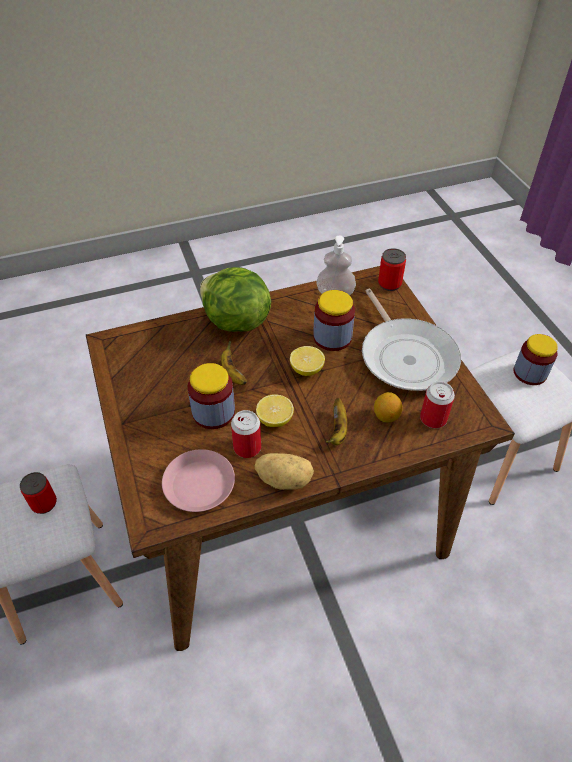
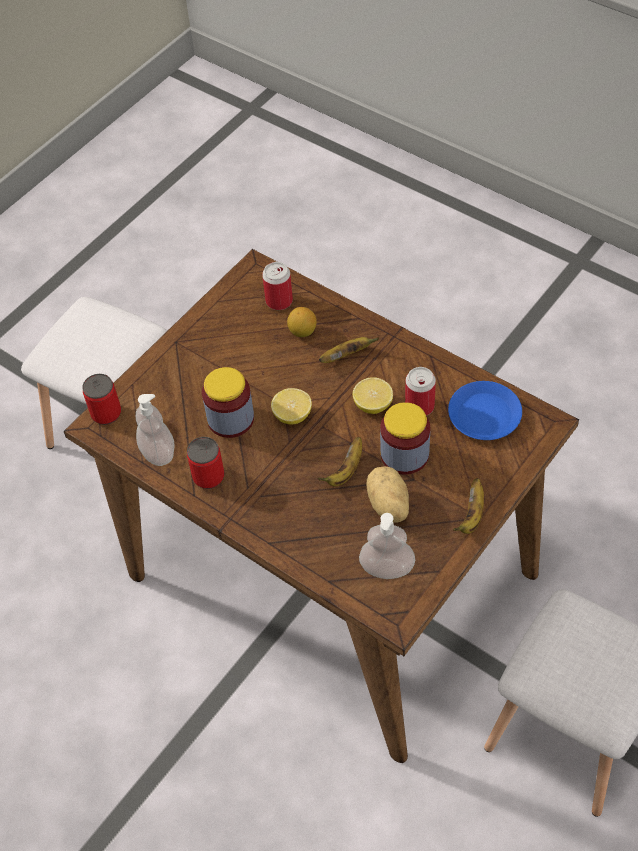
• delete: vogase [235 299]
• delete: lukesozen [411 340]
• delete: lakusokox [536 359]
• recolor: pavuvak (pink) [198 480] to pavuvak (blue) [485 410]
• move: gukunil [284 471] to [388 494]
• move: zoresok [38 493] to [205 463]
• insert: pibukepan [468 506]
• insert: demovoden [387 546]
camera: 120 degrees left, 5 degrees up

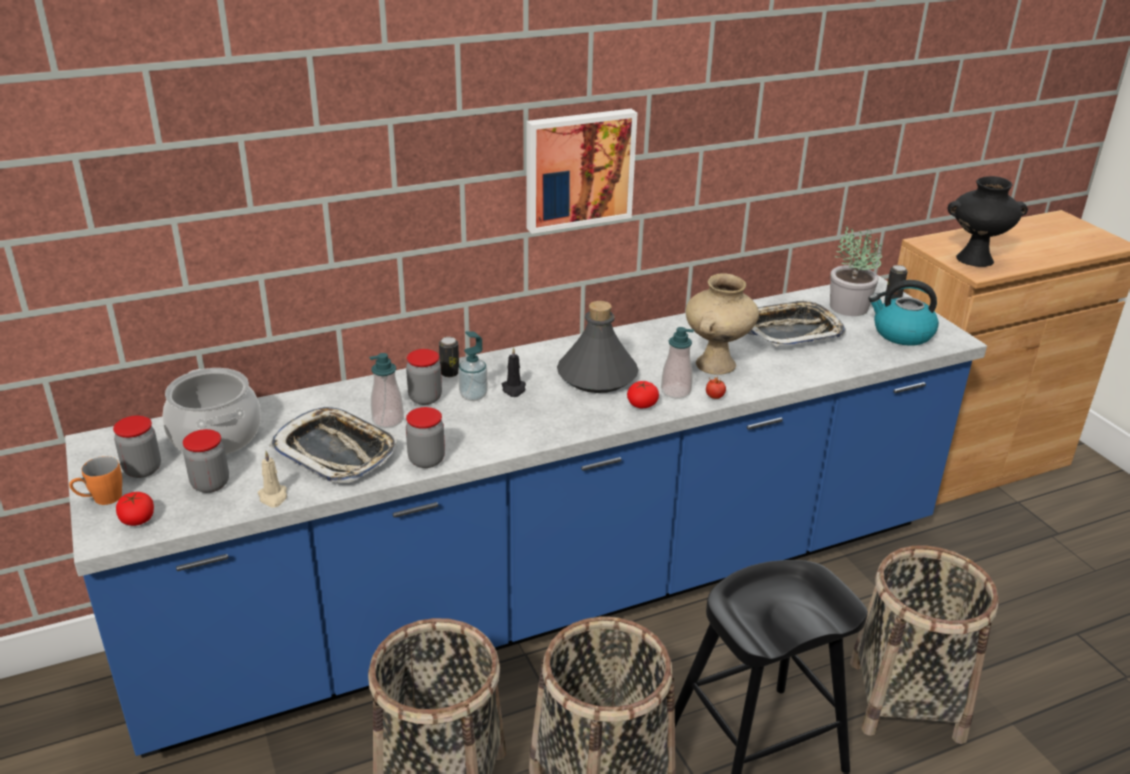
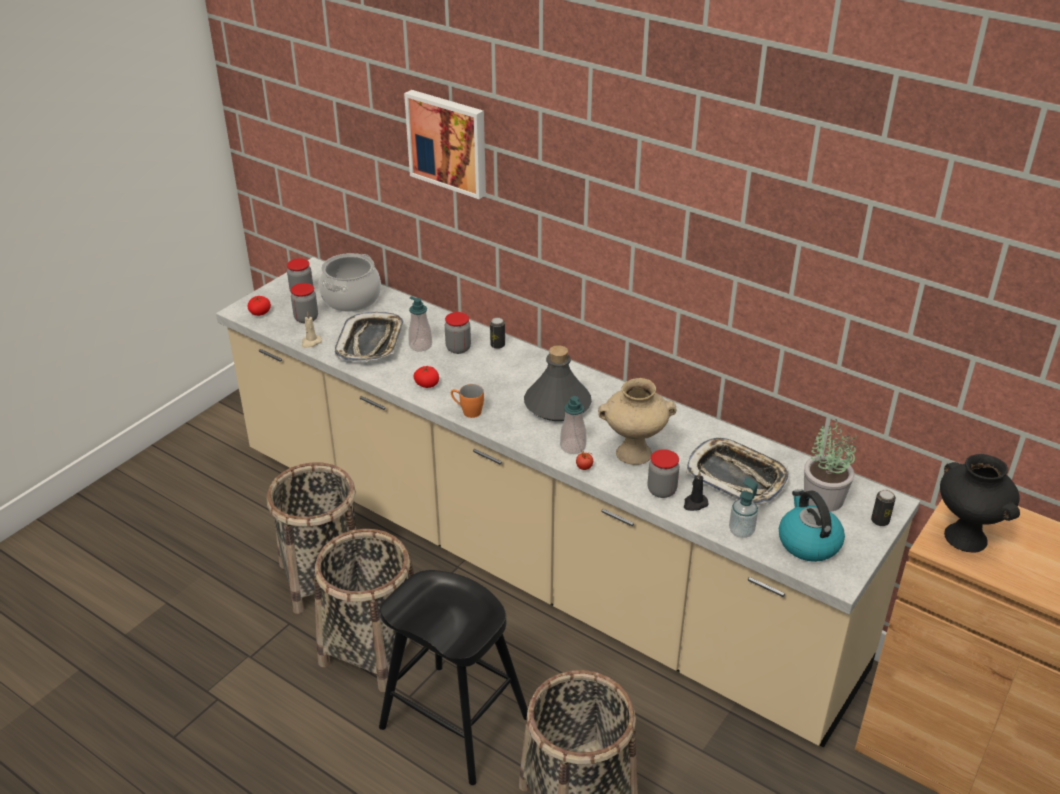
• move: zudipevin [581 171] to [445 144]
• recolor: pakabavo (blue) [526 516] to pakabavo (beige) [568 502]
• move: demovoden [473 366] to [743 507]
• move: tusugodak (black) [514 372] to [696 490]
• move: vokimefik [643 394] to [426 377]
• move: lakusokox [425 437] to [663 473]
• move: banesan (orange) [95 480] to [467 401]
camera: 60 degrees right, 5 degrees up

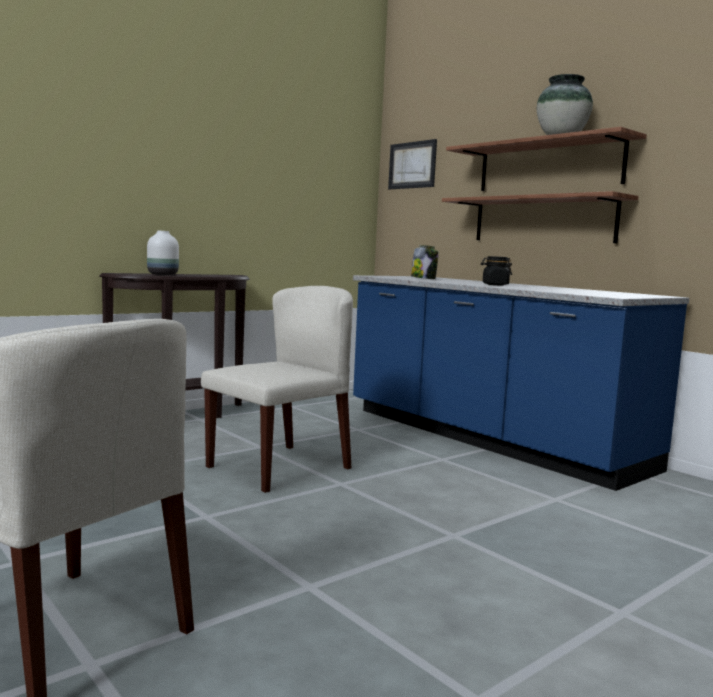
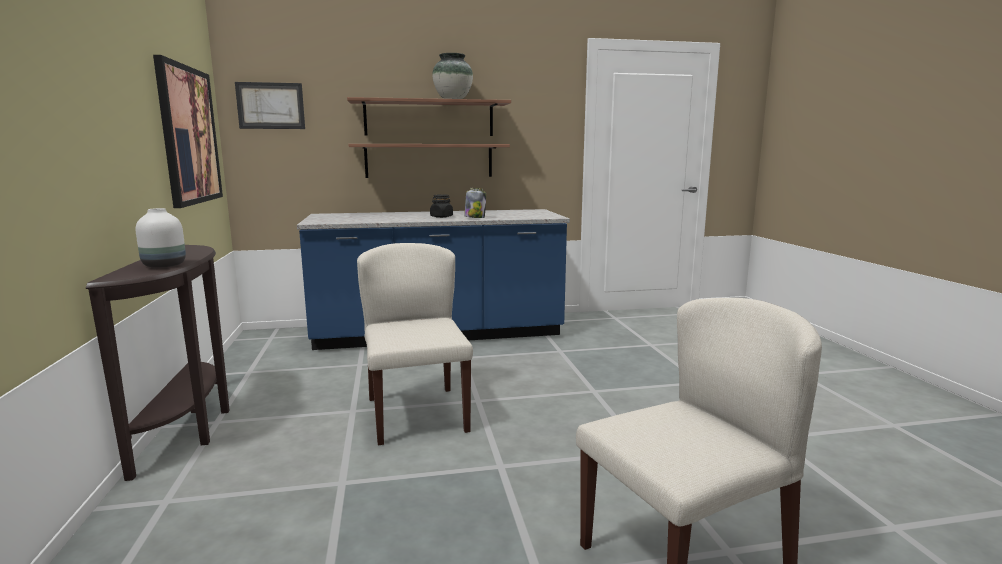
• move: lakusokox [425 262] to [475 203]
• insert: zudipevin [188 131]
camera: 60 degrees left, 5 degrees up

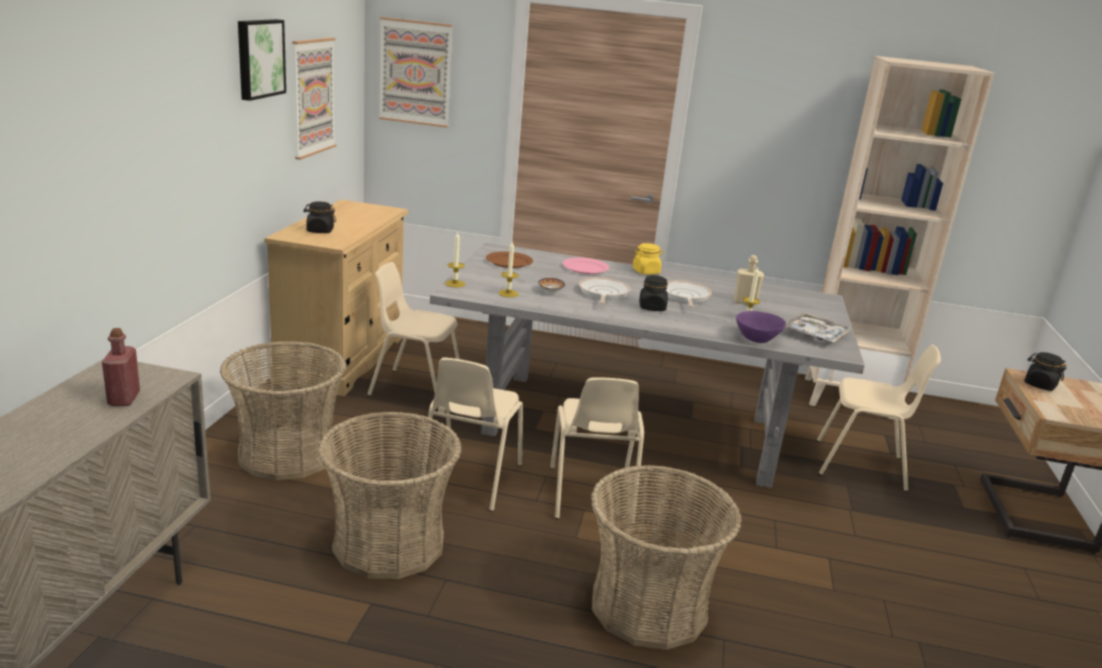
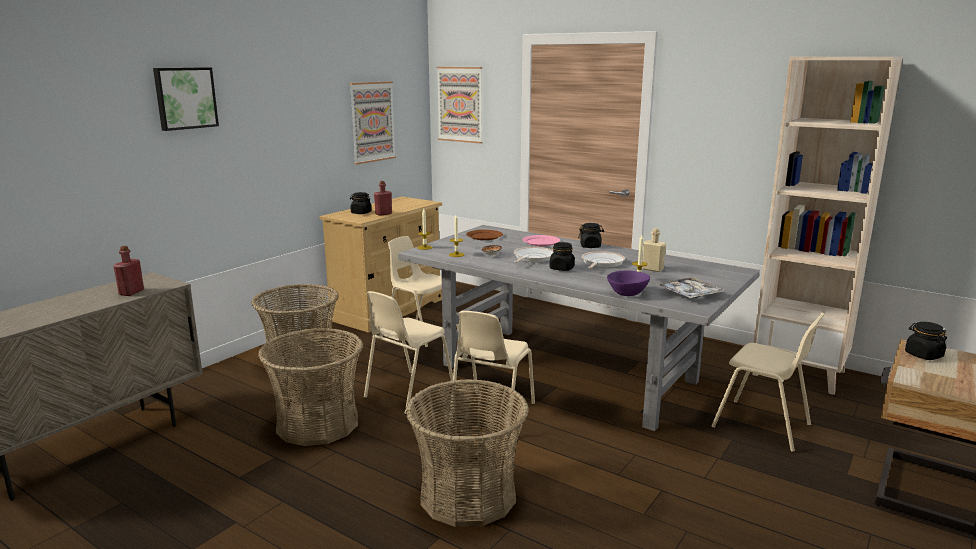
• move: zudipevin [262 60] to [186 99]
• recolor: lakusokox (yellow) [648 259] to lakusokox (black) [591 235]
• insert: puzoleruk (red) [383 198]
camera: 25 degrees right, 5 degrees down

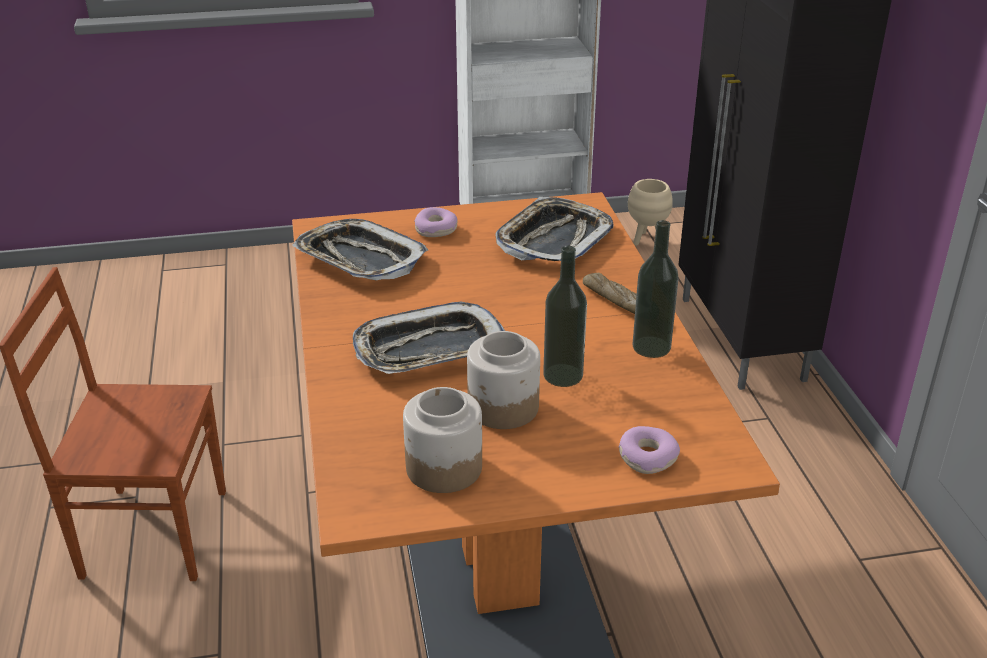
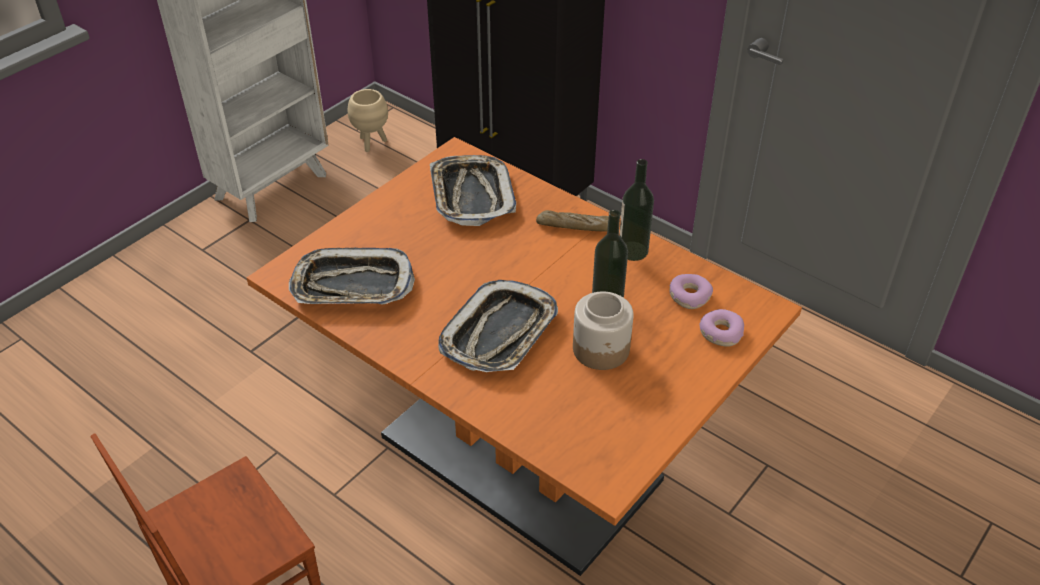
• move: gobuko [436 222] to [691 291]
• delete: lakusokox [442 440]
camera: 40 degrees left, 10 degrees up

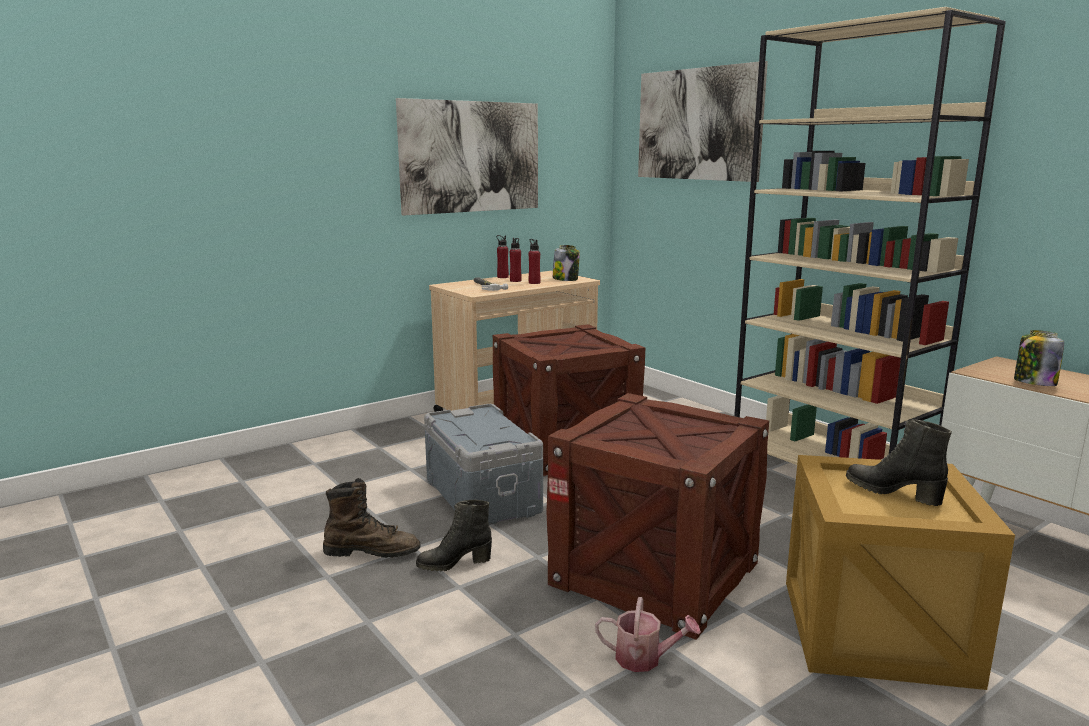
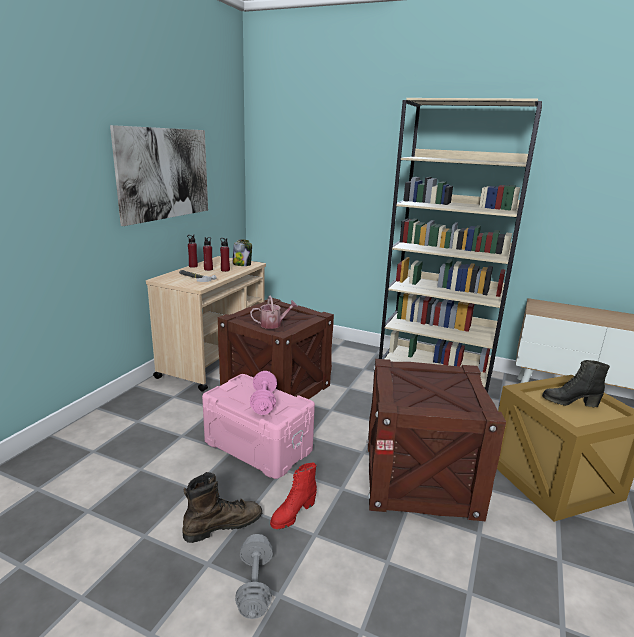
• delete: zudipevin [703 121]
• delete: lakusokox [1039 358]
• recolor: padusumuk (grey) [483 464] to padusumuk (pink) [258 426]
• recolor: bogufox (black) [454 536] to bogufox (red) [293 496]
• move: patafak [648 634] to [274 312]
• insert: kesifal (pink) [263 393]
• insert: kesifal (grey) [254 576]
camera: 30 degrees left, 5 degrees up

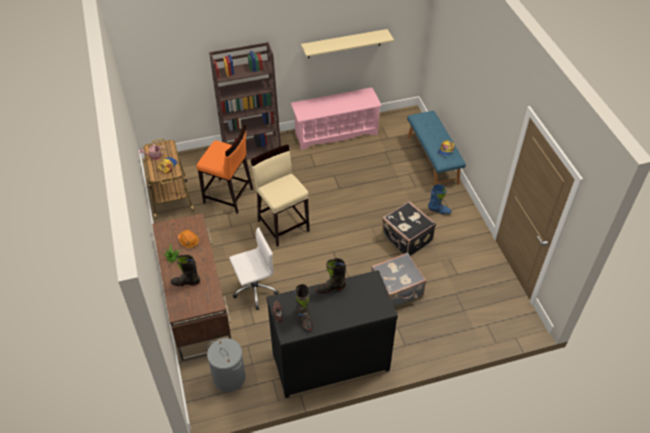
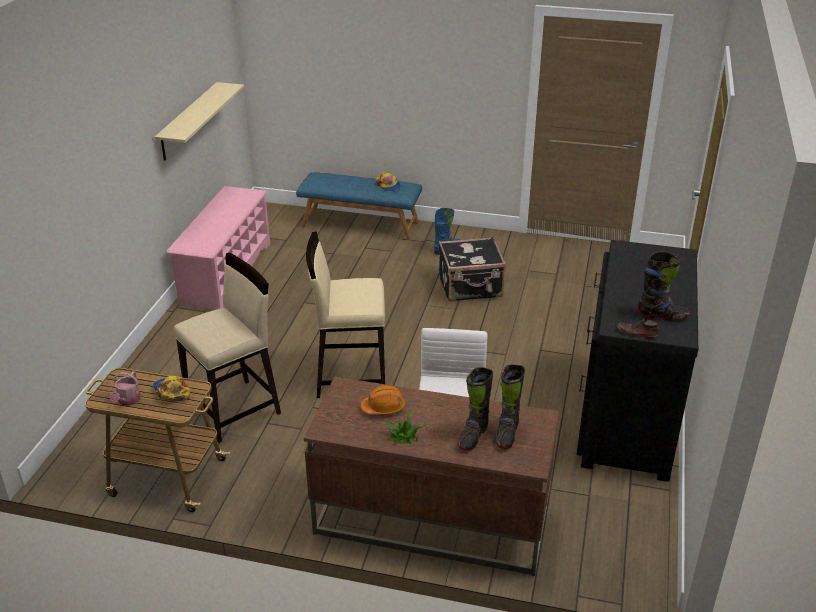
• delete: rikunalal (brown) [245 101]
• recolor: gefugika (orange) [224 169] to gefugika (beige) [227 348]
• delete: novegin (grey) [398 279]
• move: bogufox (black) [330 276] to [510 406]
• delete: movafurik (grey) [226 365]
camera: 60 degrees left, 15 degrees down

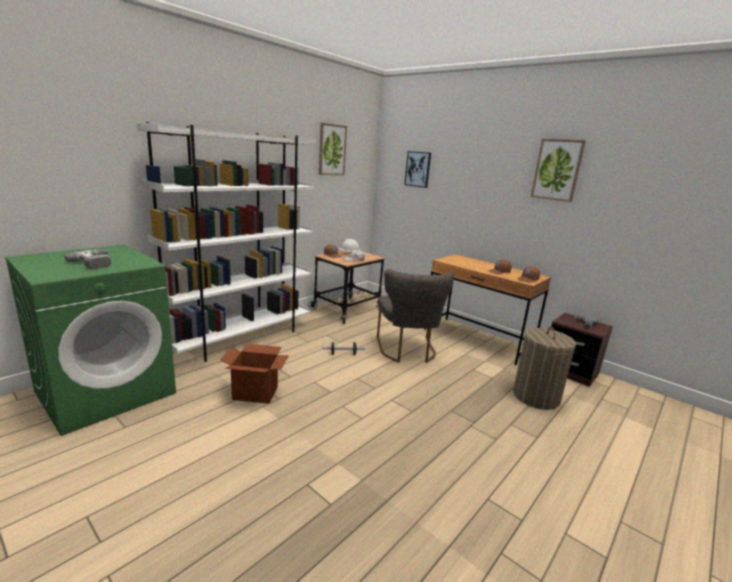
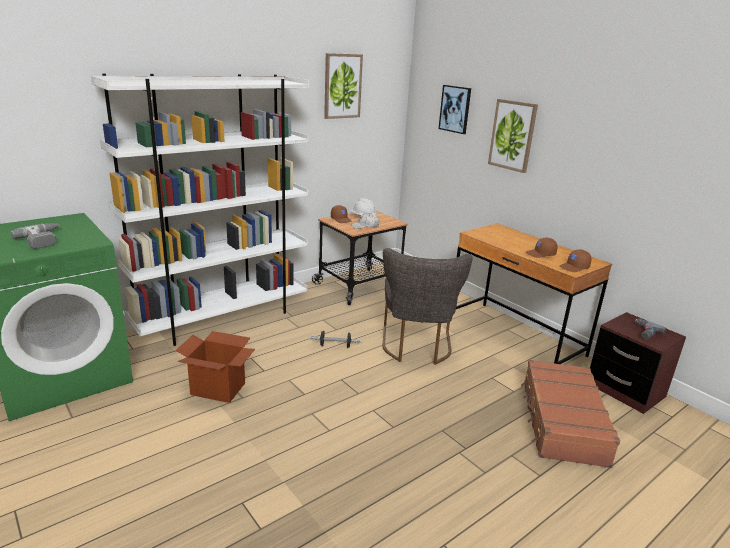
• move: zudipevin [558 170] to [513 136]
• replace: movafurik [544 368] to novegin (brown) [570 414]
camera: 10 degrees right, 5 degrees up

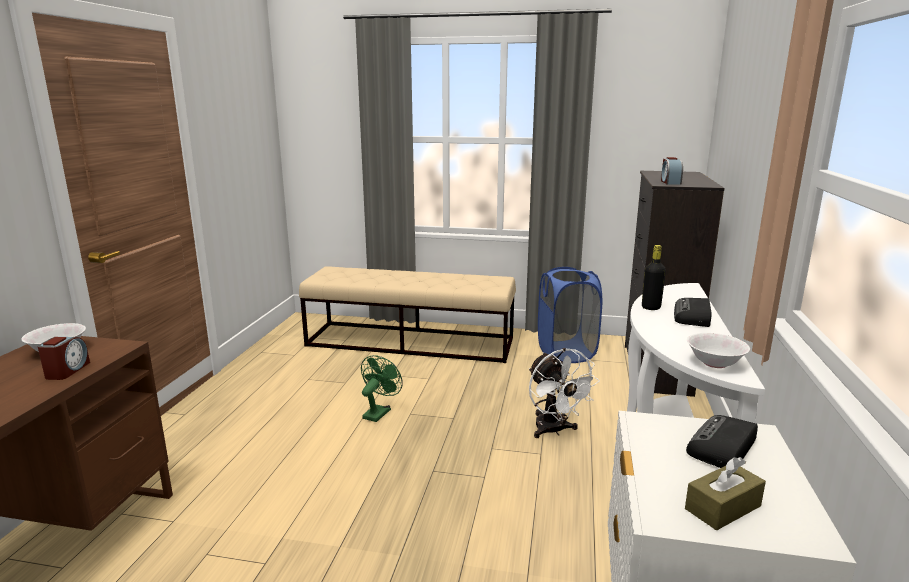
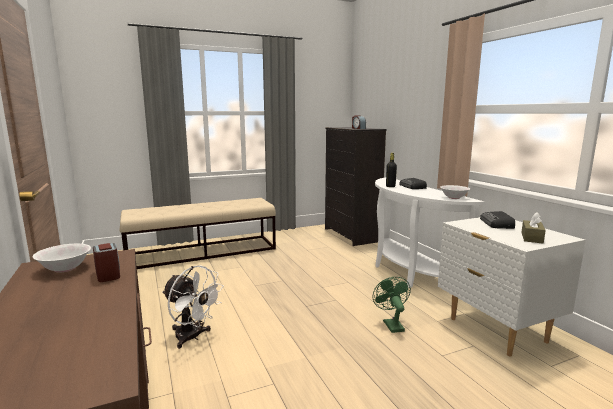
• delete: movafurik (blue) [570 315]
• move: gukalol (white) [564 393] to [193 307]
• move: gukalol (green) [382 388] to [392 305]
camera: 35 degrees left, 5 degrees down

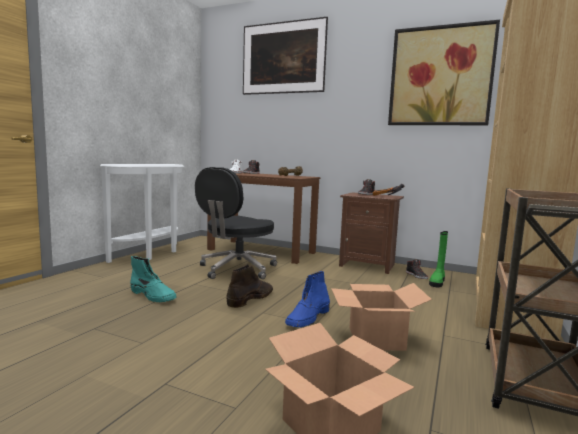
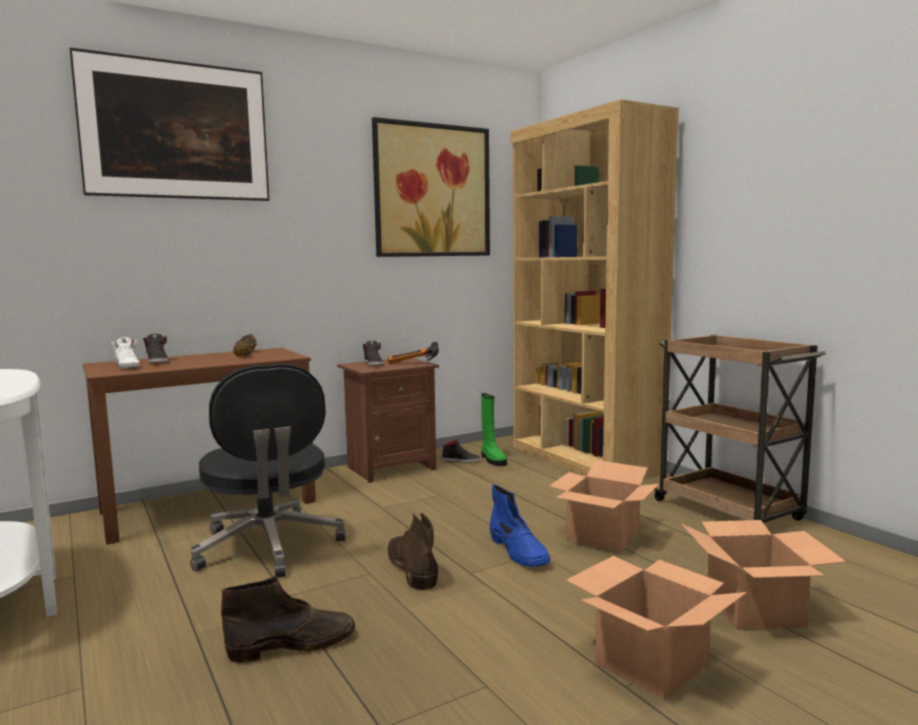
• recolor: bogufox (turquoise) [153 279] to bogufox (brown) [288 619]
• insert: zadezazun [656 628]
camera: 55 degrees left, 0 degrees up

